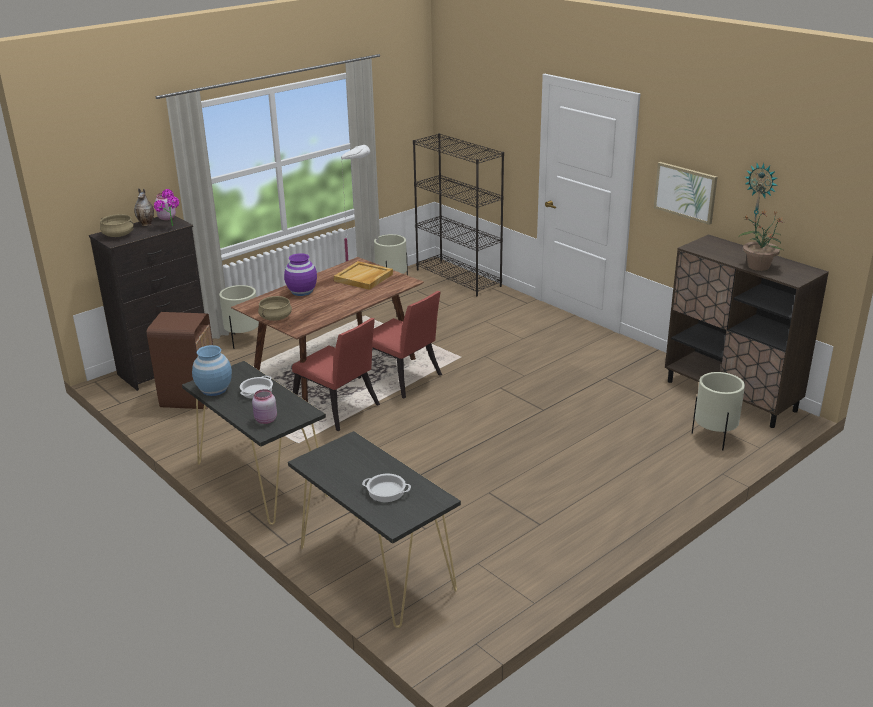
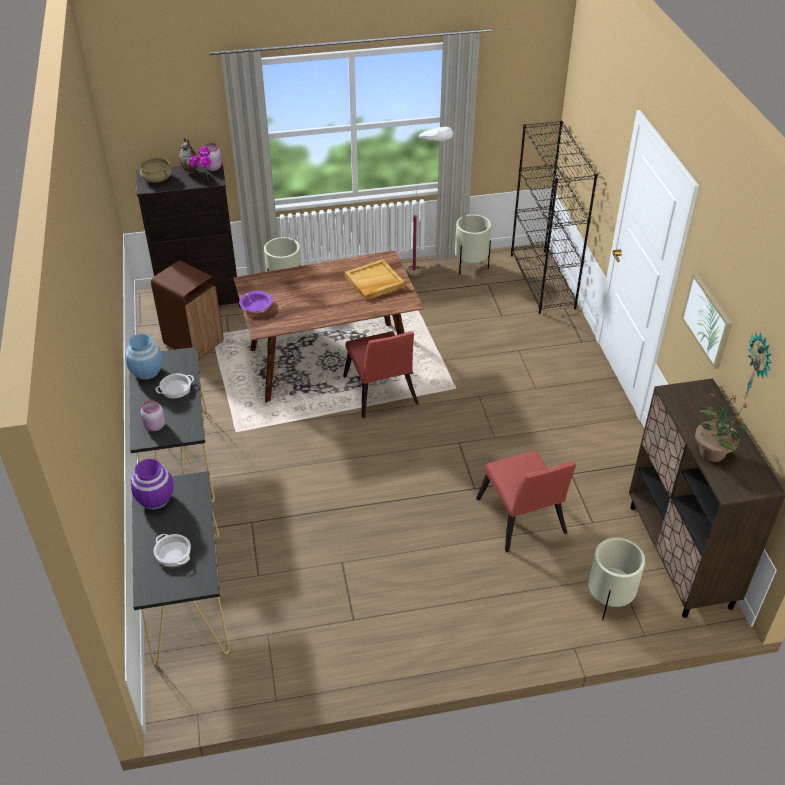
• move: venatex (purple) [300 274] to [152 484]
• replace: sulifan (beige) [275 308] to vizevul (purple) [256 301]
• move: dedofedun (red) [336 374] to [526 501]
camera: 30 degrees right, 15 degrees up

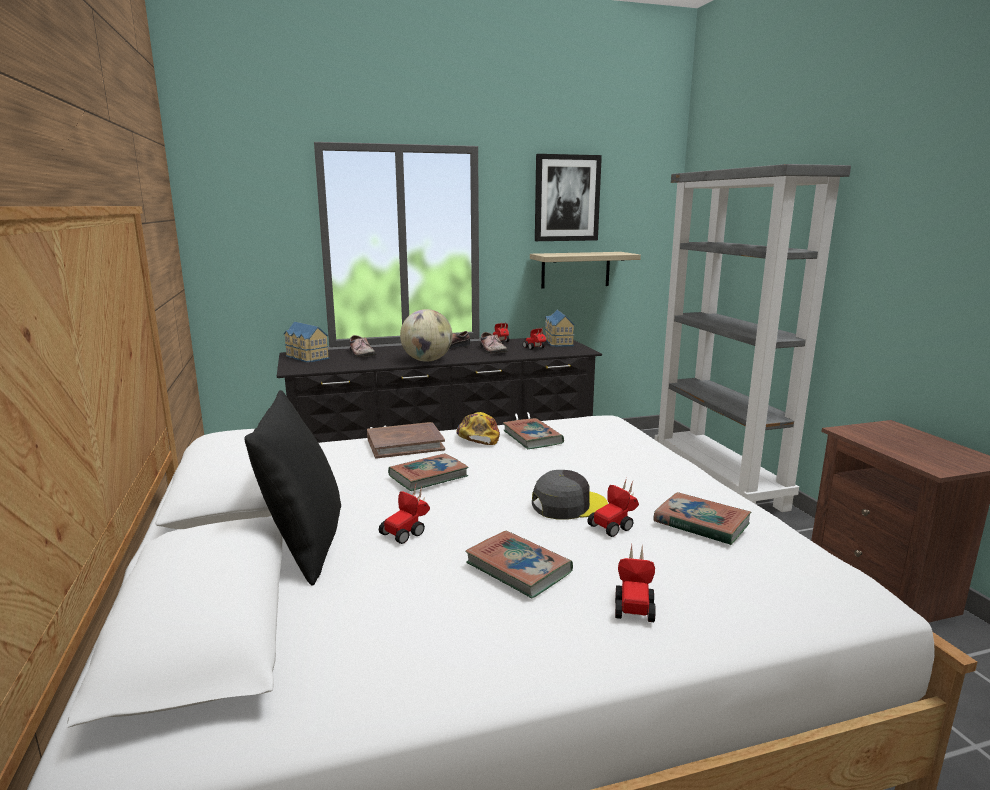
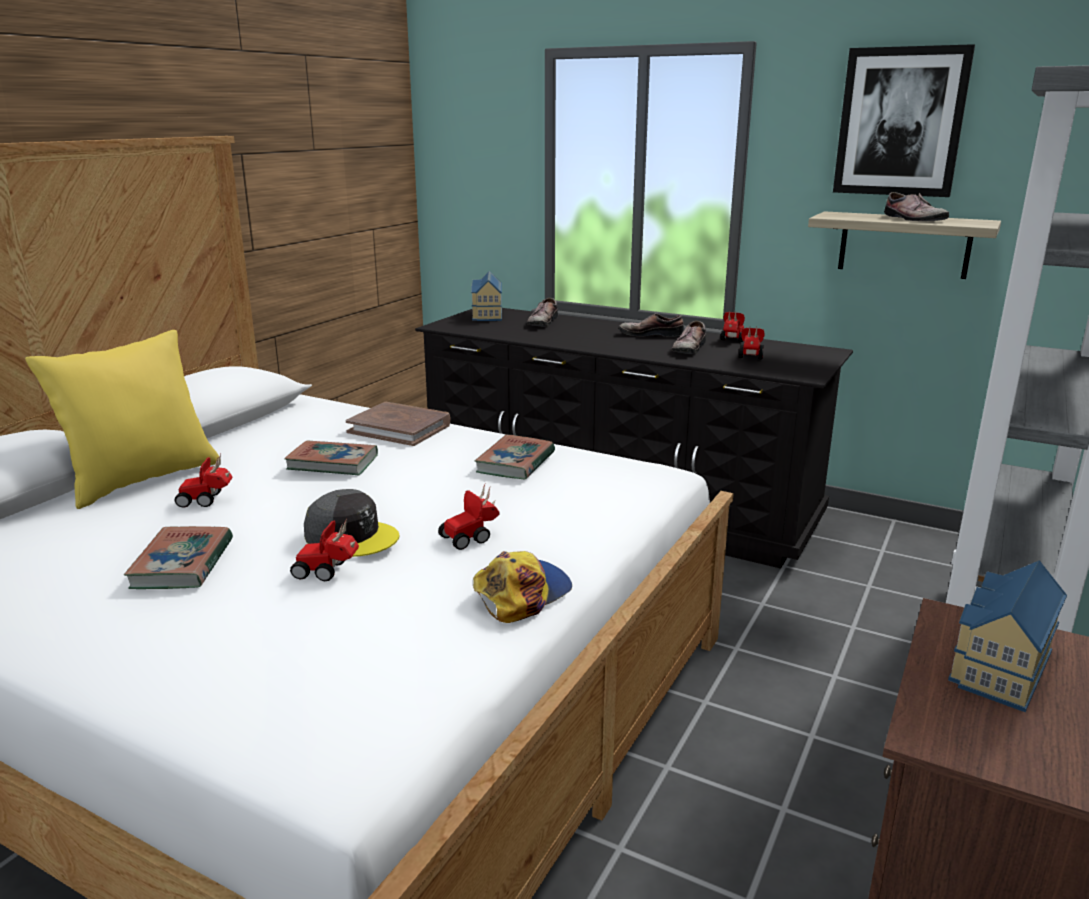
• delete: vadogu [426 335]
• move: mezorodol [560 328] to [1007 636]
• recolor: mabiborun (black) [292 488] to mabiborun (yellow) [122 419]
• move: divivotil [478 428] to [522 587]
• delete: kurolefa [702 518]
• move: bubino [635 583] to [469 516]
• insert: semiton [916 206]
camera: 45 degrees right, 5 degrees up

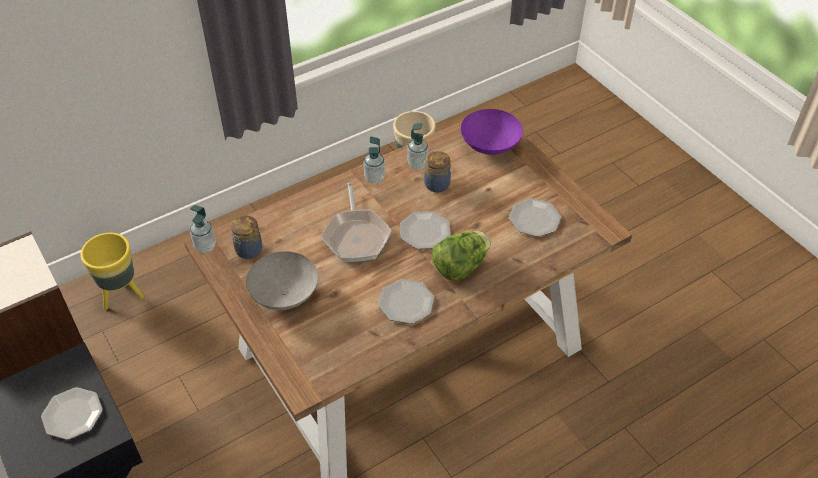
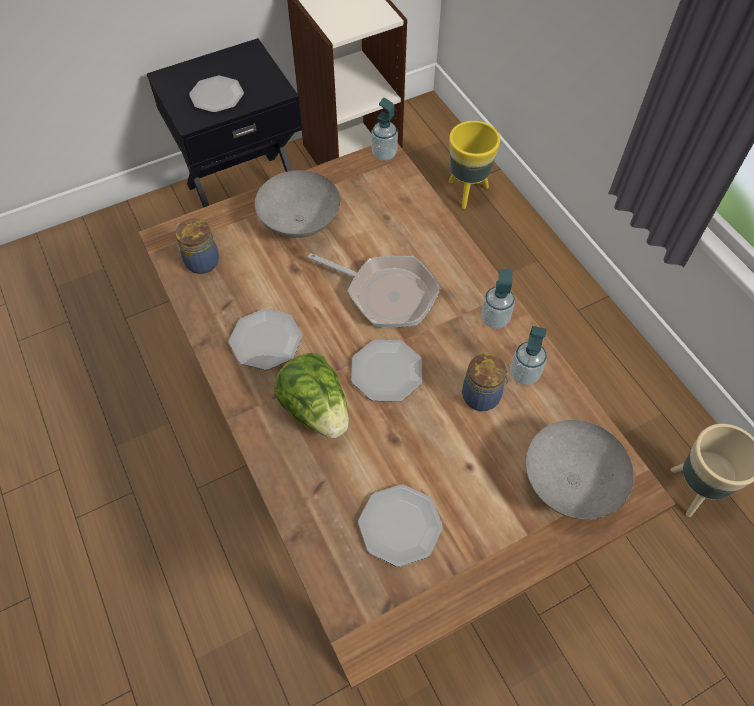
• recolor: vizevul (purple) [492 132] to vizevul (grey) [580 470]
• rotate: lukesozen [356 222] = [374 290] 150 degrees counterclockwise
• move: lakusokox [247 237] to [197 246]
camera: 95 degrees right, 10 degrees up

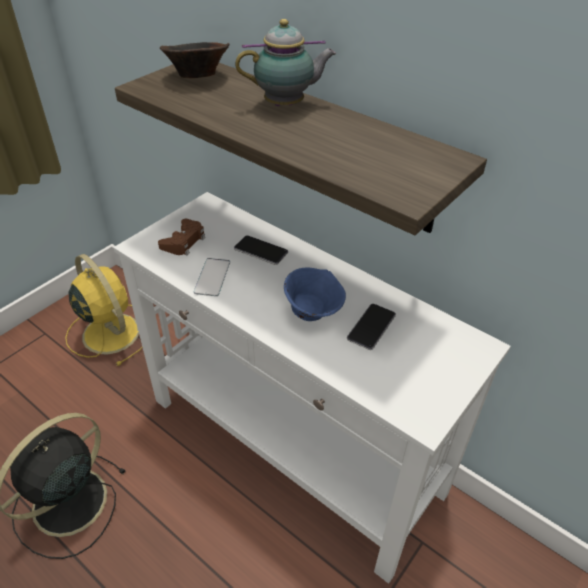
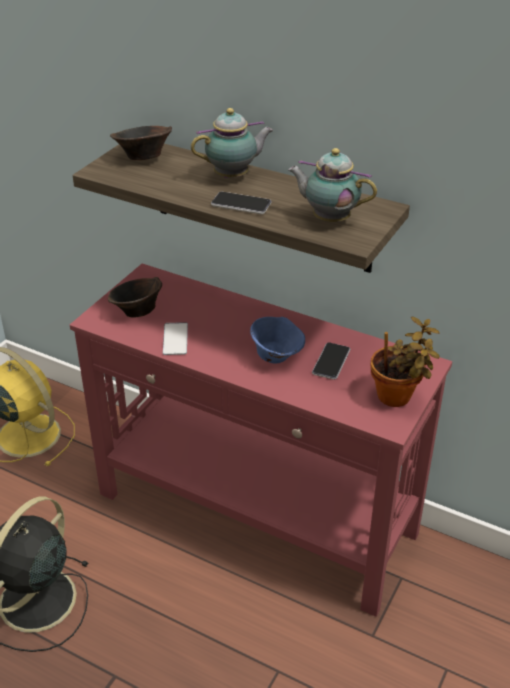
• recolor: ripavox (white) [312 388] to ripavox (red) [261 440]
• replace: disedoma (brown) [181 237] to vizevul (brown) [135 297]
• move: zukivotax [261 250] to [241 203]
• insert: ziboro [332 185]
• insert: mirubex [405 362]
camera: 10 degrees left, 5 degrees down

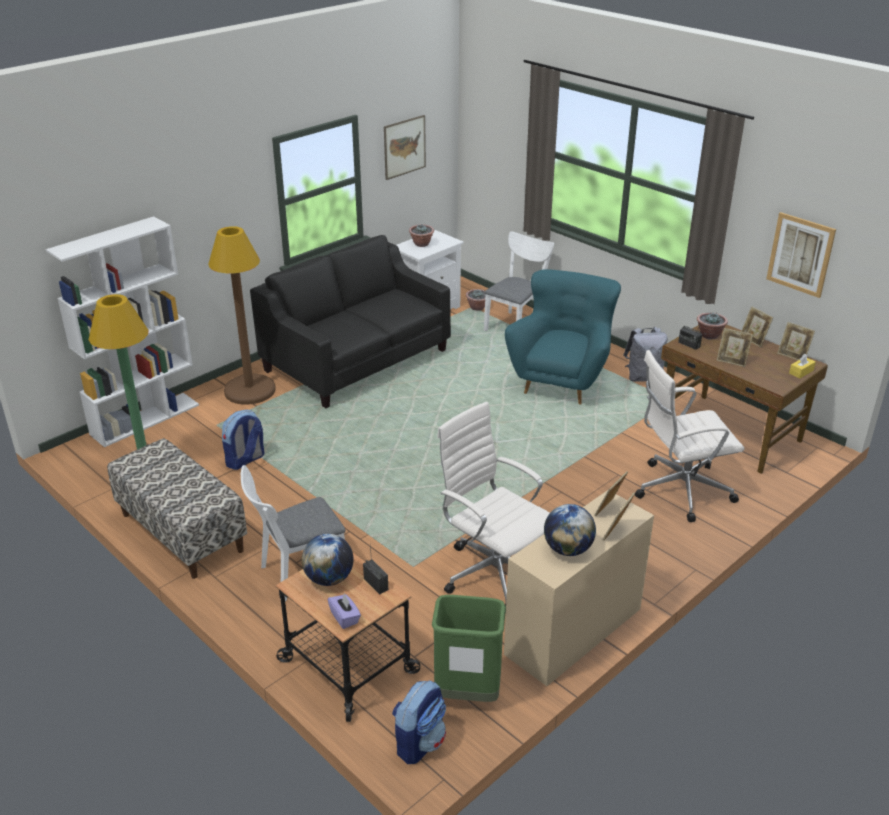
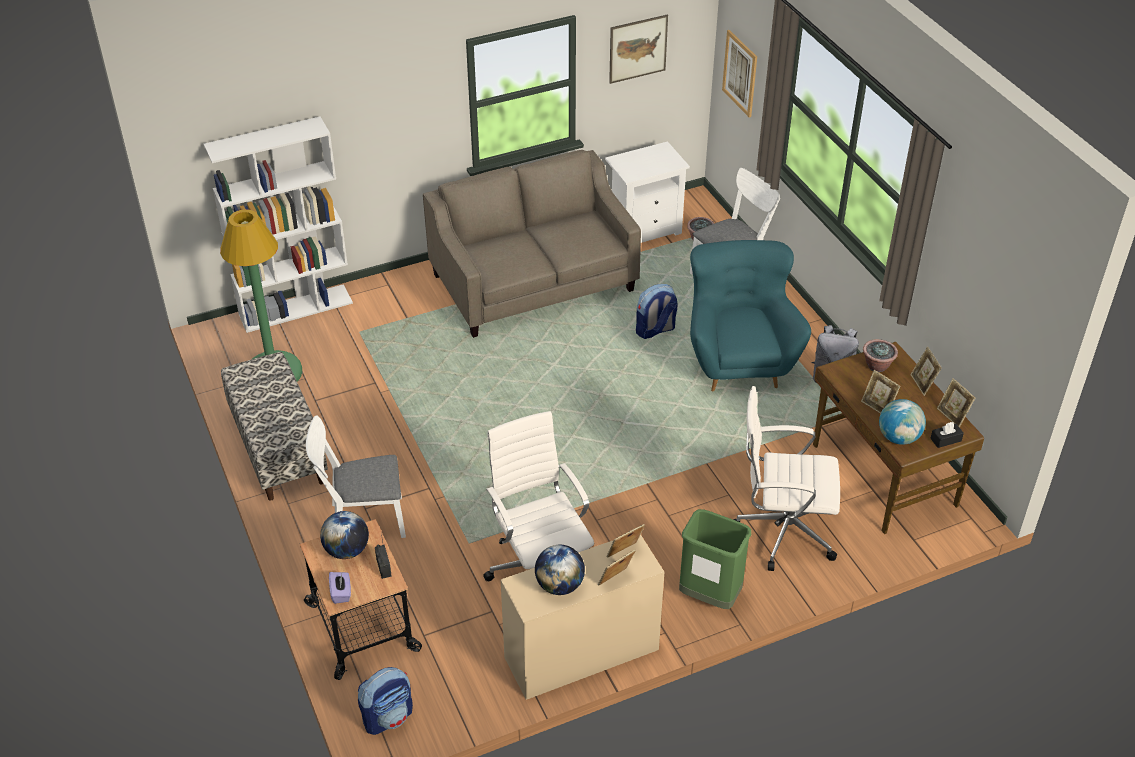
• move: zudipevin [801 255] to [739 74]
• delete: mirubex [421 235]
• delete: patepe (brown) [242 315]
• recolor: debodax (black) [350 321] to debodax (beige) [532 244]
• rotate: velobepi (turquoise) [563 337] = [750 315] 45 degrees counterclockwise
• delete: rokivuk [690 336]
• recolor: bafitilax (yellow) [802 366] to bafitilax (black) [947 435]
• move: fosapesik [243 440] to [657 311]
• move: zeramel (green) [469 648] to [715 559]
• insert: vadogu [902 422]
camera: 20 degrees right, 10 degrees up

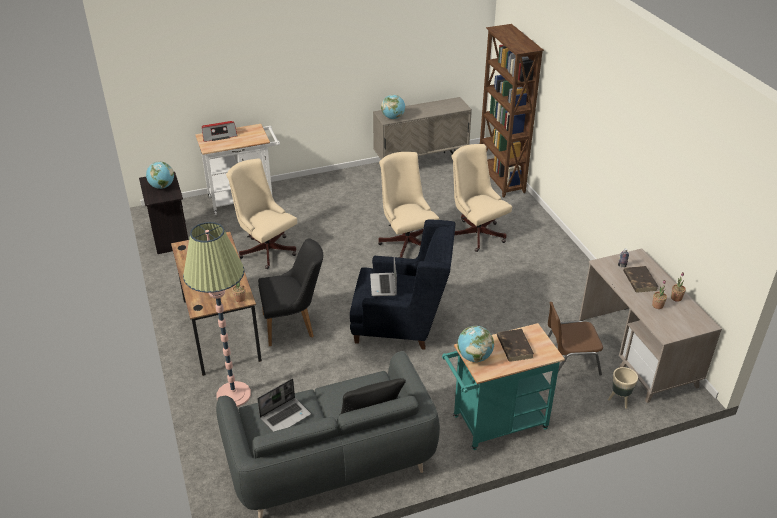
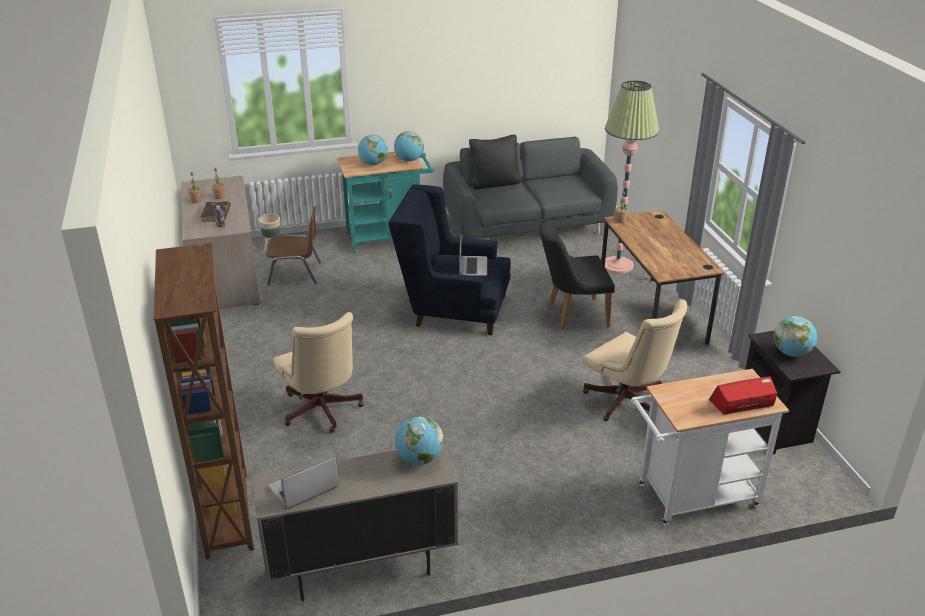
• delete: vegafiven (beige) [408 205]
• replace: kurolefa (brown) [515 345] to vadogu [373 150]
• move: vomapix [284 405] to [303 483]
camera: 175 degrees left, 5 degrees down

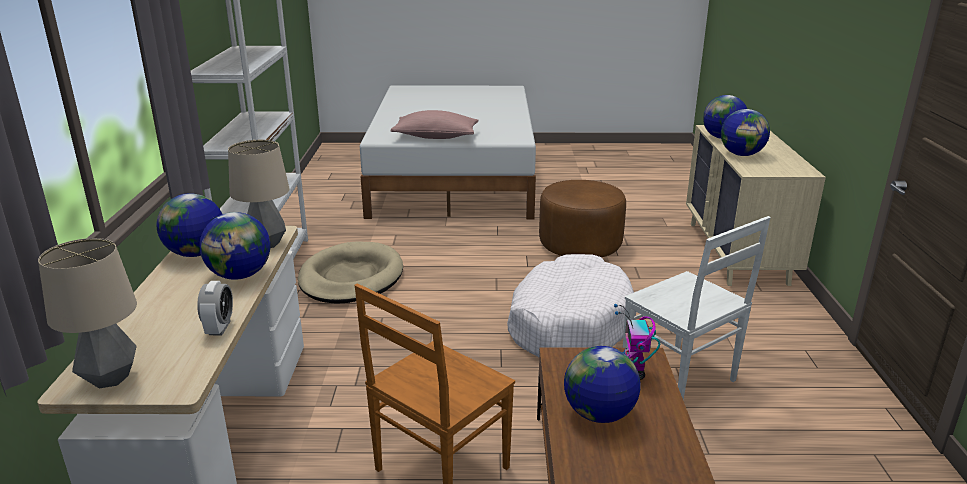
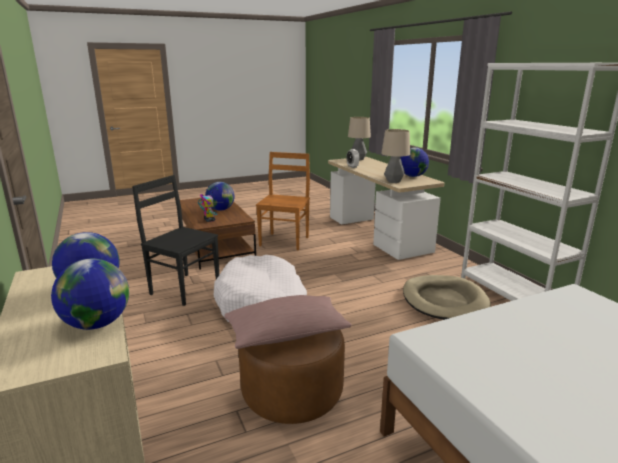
• move: mabiborun (pink) [434 124] to [288 322]
• delete: vadogu [235 245]
• recolor: dedofedun (white) [697 308] to dedofedun (black) [175 240]
camera: 155 degrees right, 5 degrees down

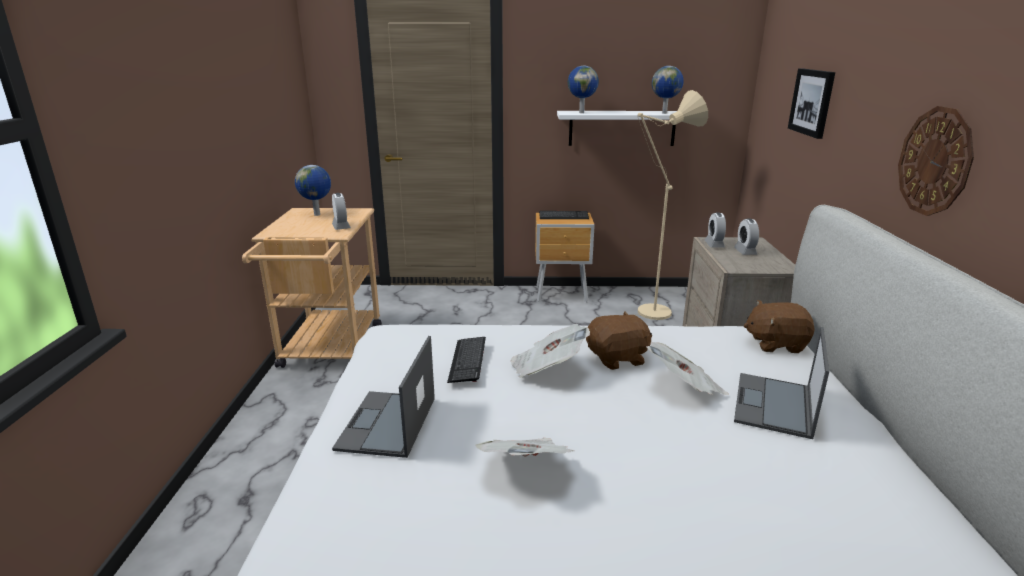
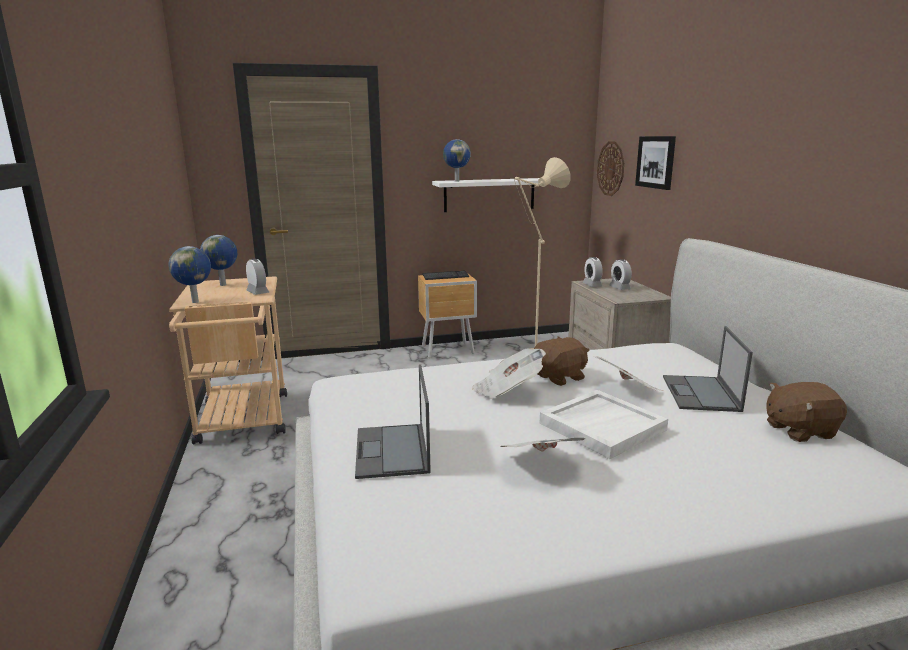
• move: vadogu [668 90] to [189 274]
• move: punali [936 161] to [610 168]
• move: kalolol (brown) [779 326] to [806 412]
• delete: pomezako [466 360]
• insert: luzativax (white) [604 424]
camera: 15 degrees left, 5 degrees down

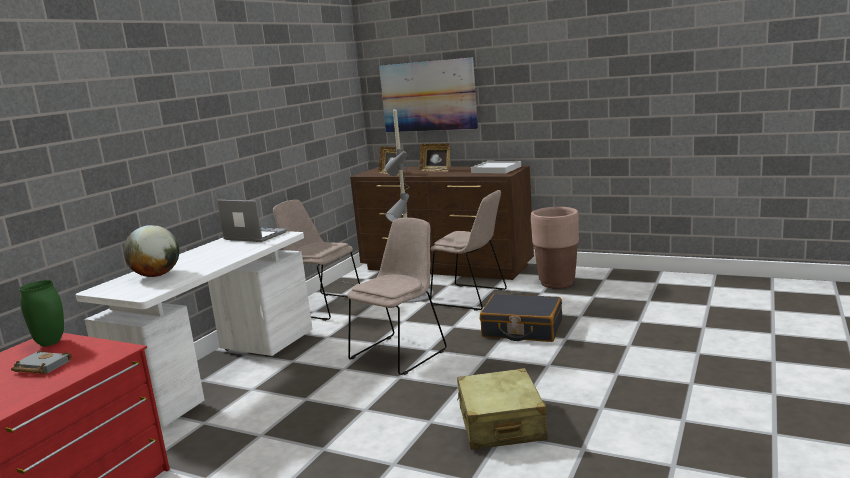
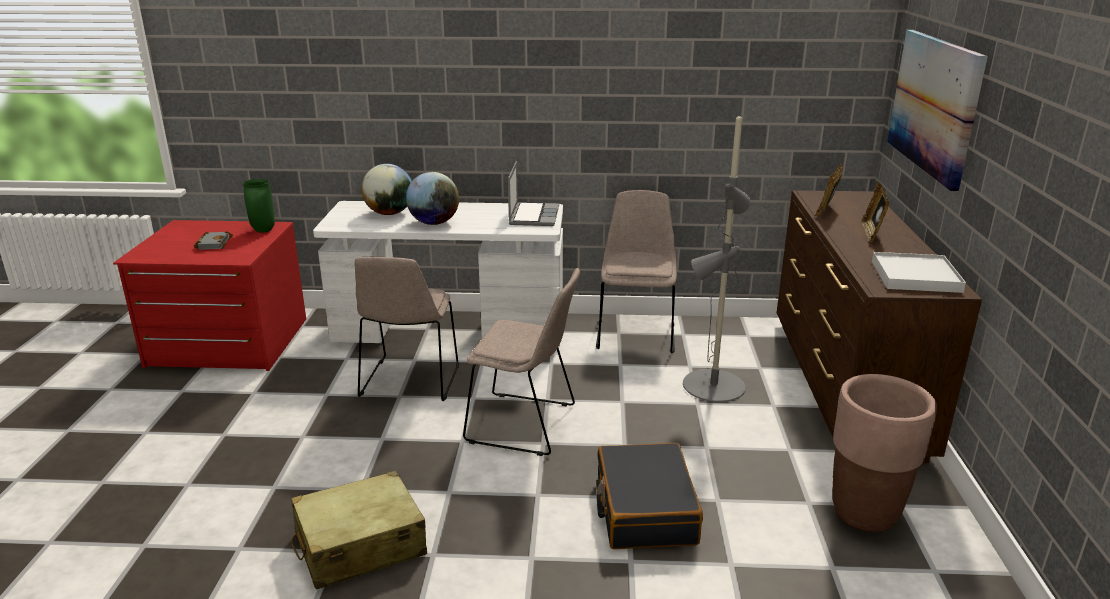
• move: dedofedun (beige) [468 250] to [406 329]
• insert: vadogu [432 198]
camera: 65 degrees right, 10 degrees up

